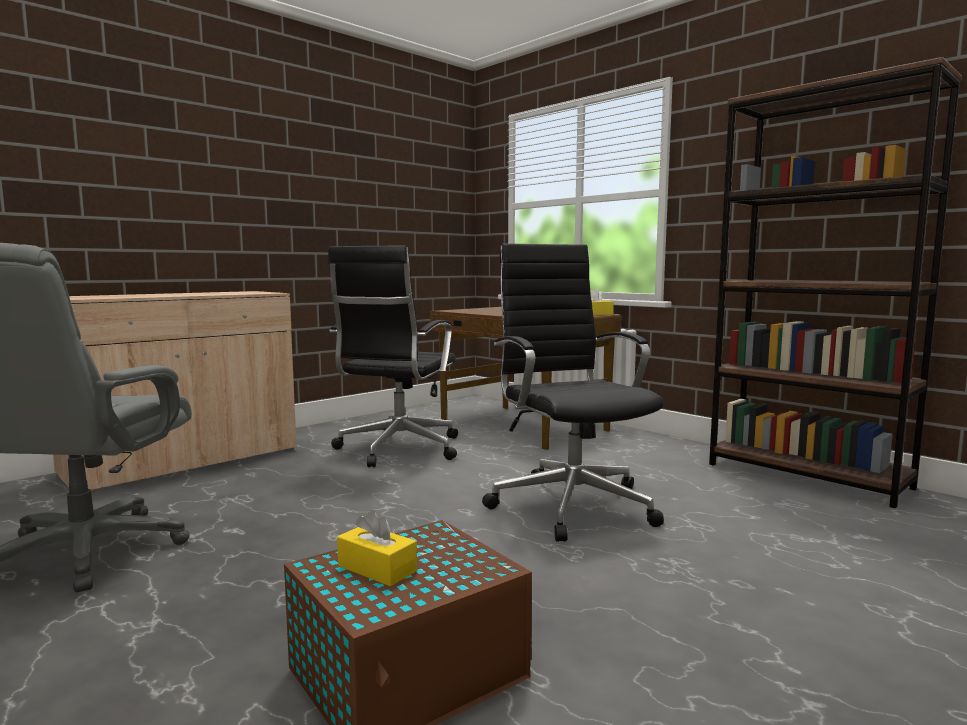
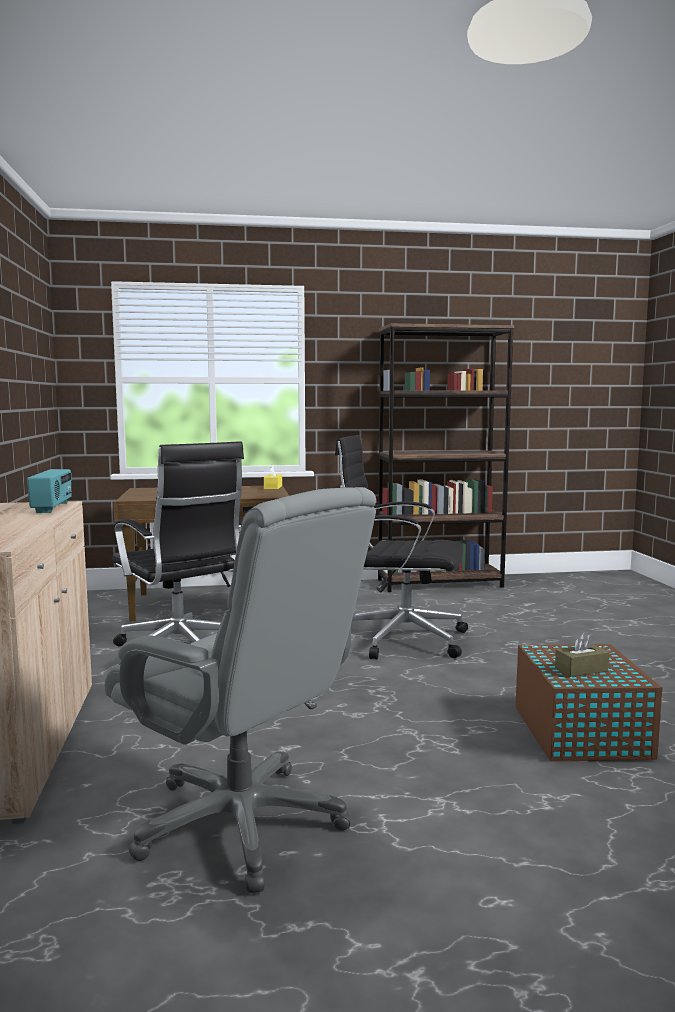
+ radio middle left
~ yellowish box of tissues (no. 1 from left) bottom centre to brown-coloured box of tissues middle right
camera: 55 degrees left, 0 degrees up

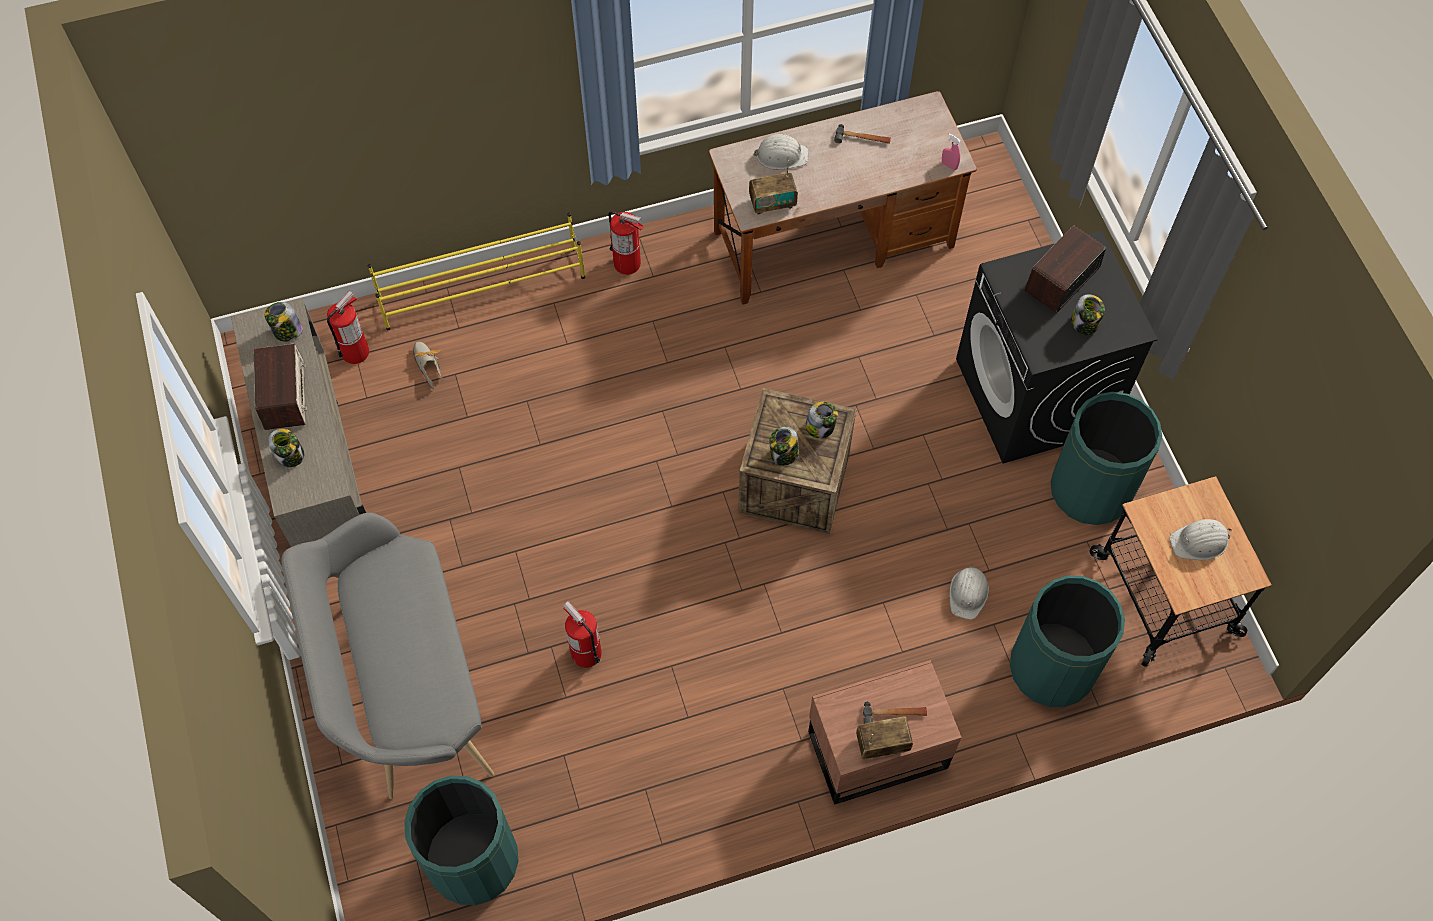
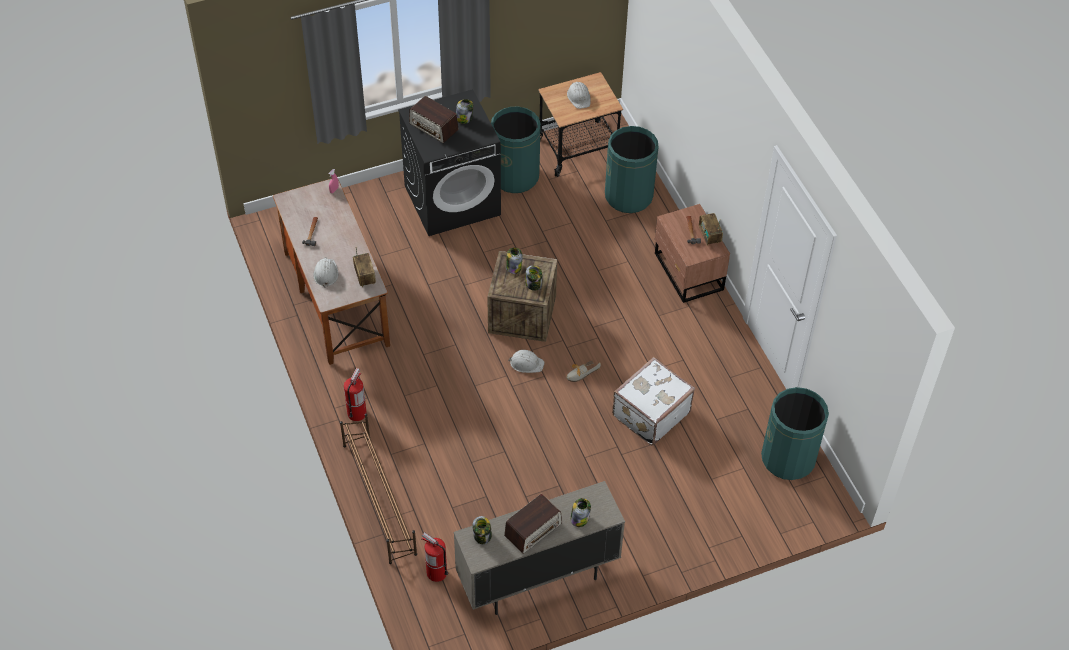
~ yellowish shoe stand top left to brown-coloured shoe stand bottom centre
~ radio (no. 1 from left in the first image) middle left = bottom centre 150 degrees clockwise
~ white work helmet (no. 2 from left) middle right to centre
~ shoe middle left to centre
~ fire-fighting cylinder (no. 2 from left) bottom centre to white travel case centre
- grey bench bottom left
camera: 95 degrees left, 10 degrees down

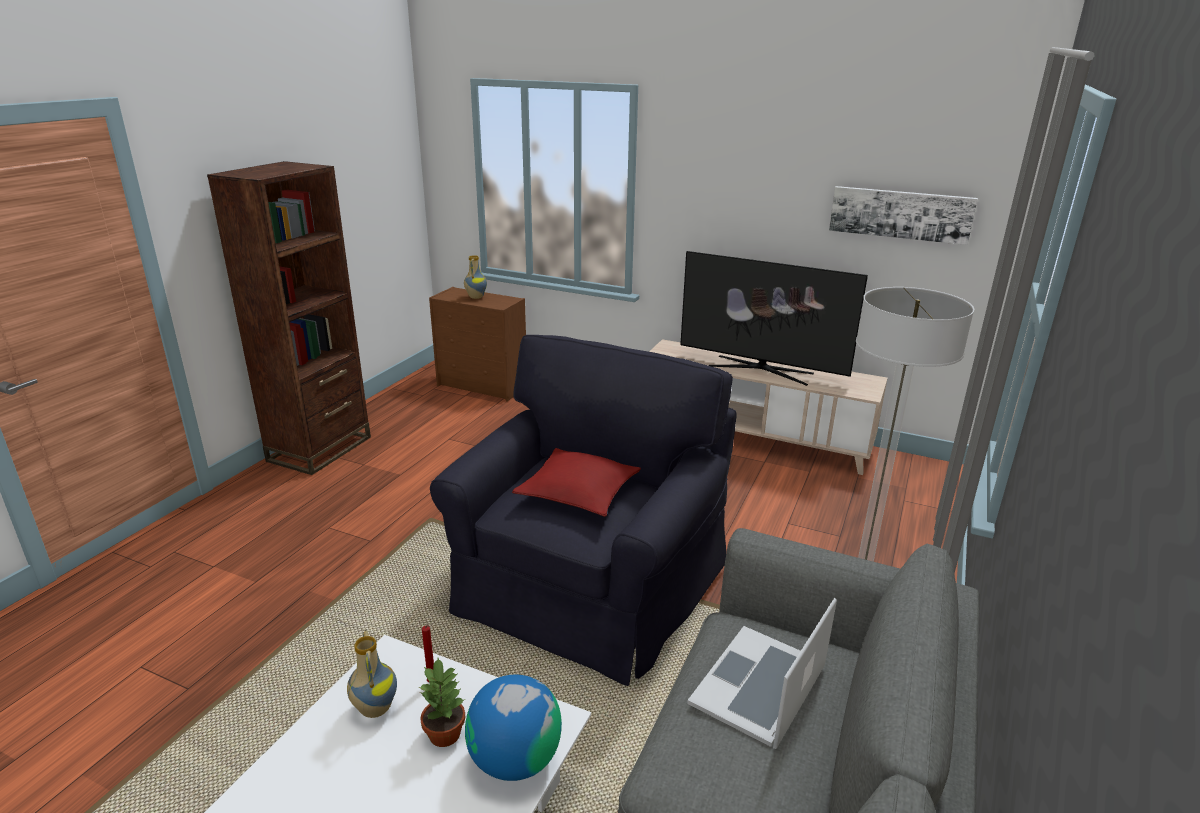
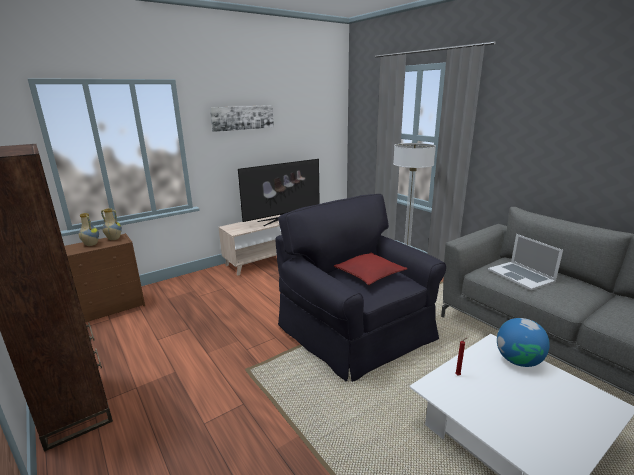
~ decorative vase (no. 1 from left in the first image) bottom left to decorative vase (no. 2 from left) middle left
~ wall art top right to top centre
- potted plant bottom centre
camera: 60 degrees left, 5 degrees down

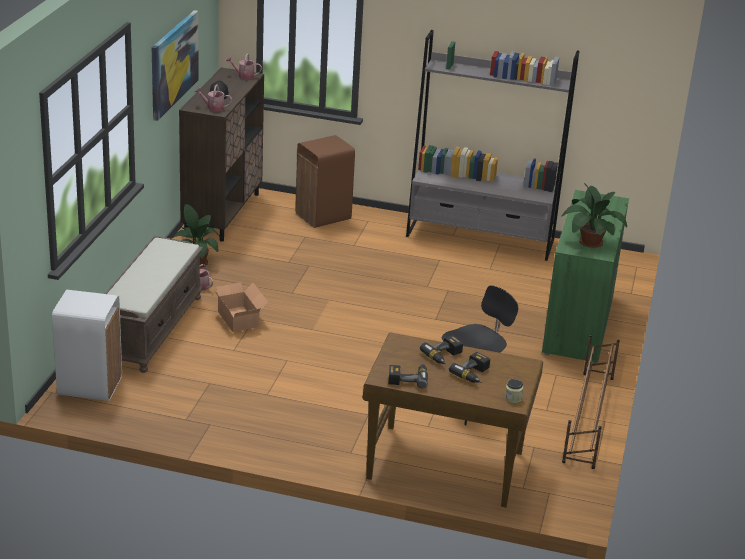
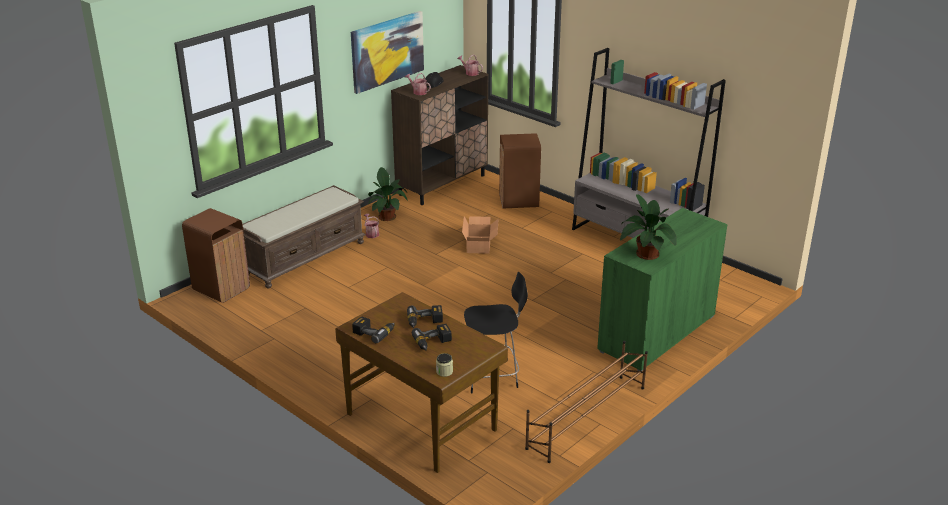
~ white rubbish bin middle left to brown-coloured rubbish bin (no. 1 from left) middle left
~ cardboard box middle left to centre
camera: 30 degrees right, 0 degrees up

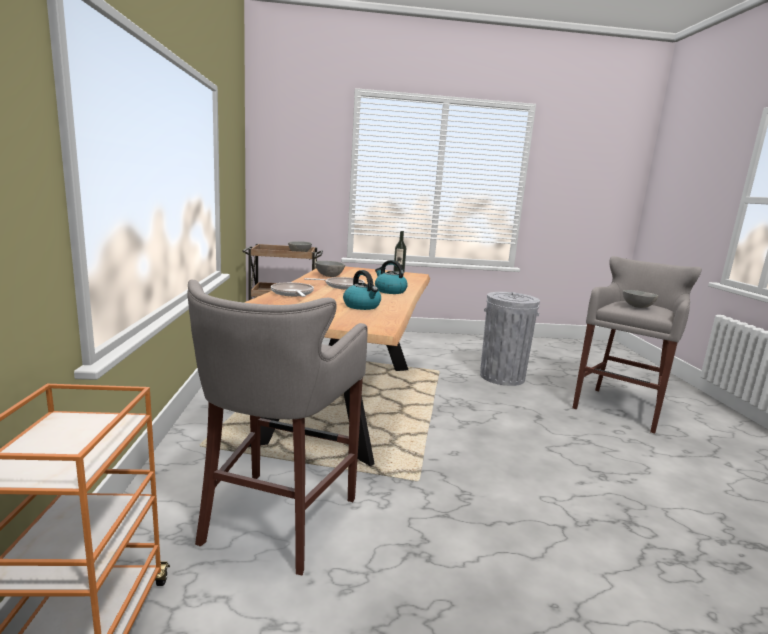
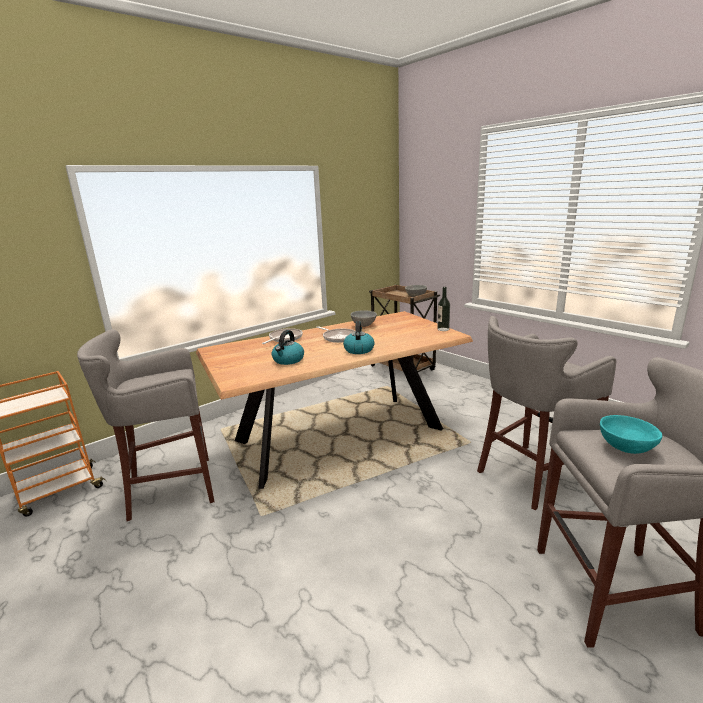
~ grey rubbish bin centre to grey sitting stool (no. 2 from left) middle right
~ grey bowl (no. 3 from left) middle right to turquoise bowl middle right
camera: 55 degrees right, 5 degrees up

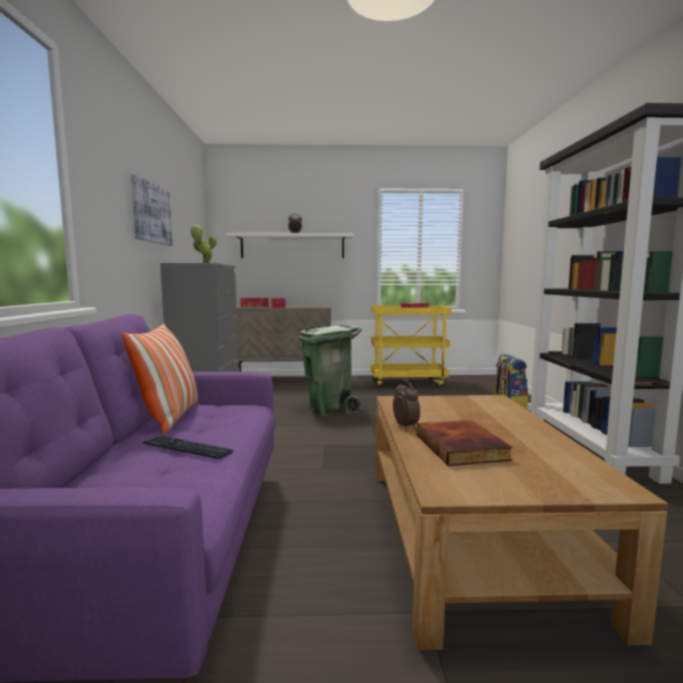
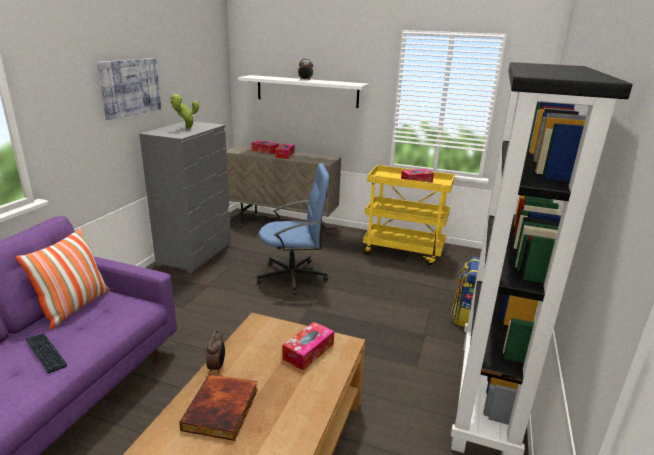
~ green-coloured rubbish bin centre to bluish desk chair centre
+ box of tissues (no. 3 from left) bottom centre
camera: 20 degrees right, 15 degrees up

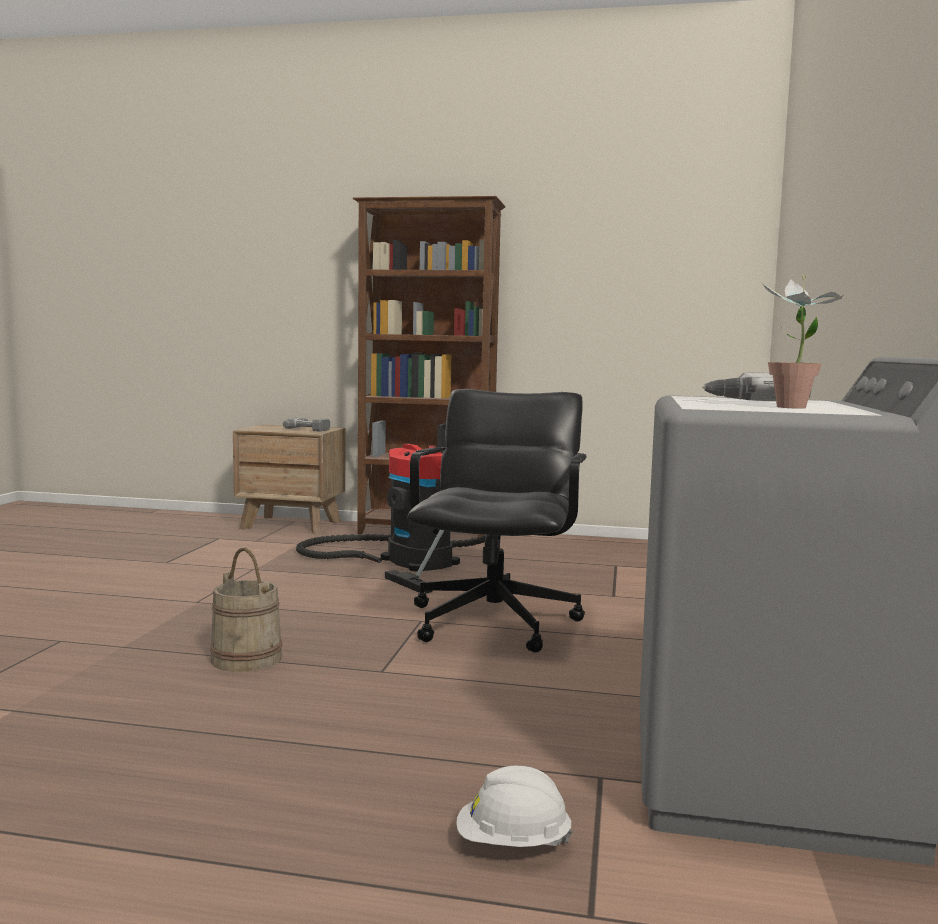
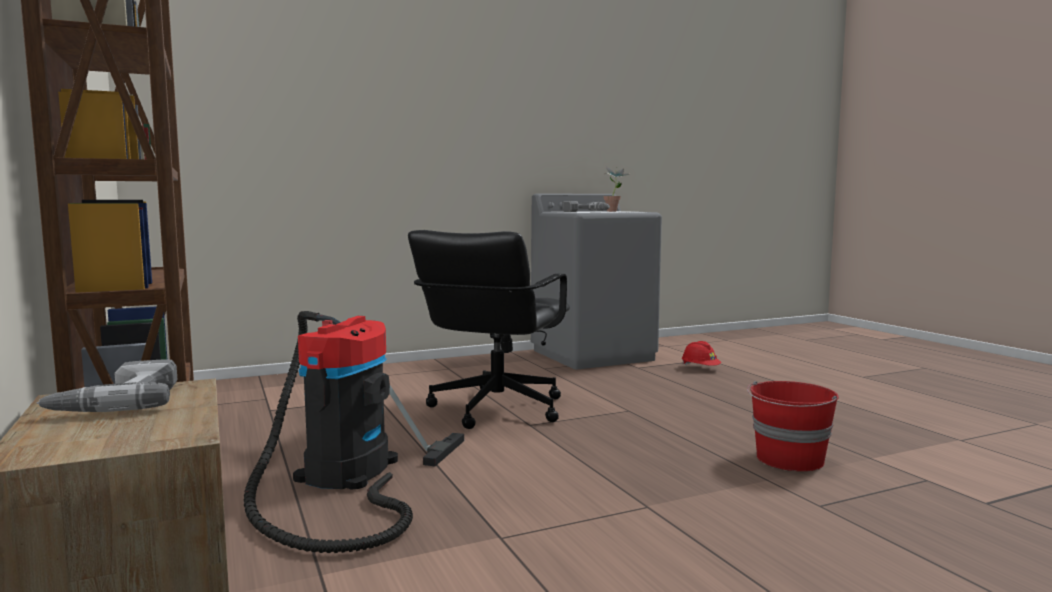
~ black-coloured desk chair centre = centre 45 degrees counterclockwise
~ white work helmet bottom centre to reddish work helmet centre
+ reddish water bucket bottom right
- sand-coloured water bucket middle left
camera: 125 degrees left, 0 degrees up

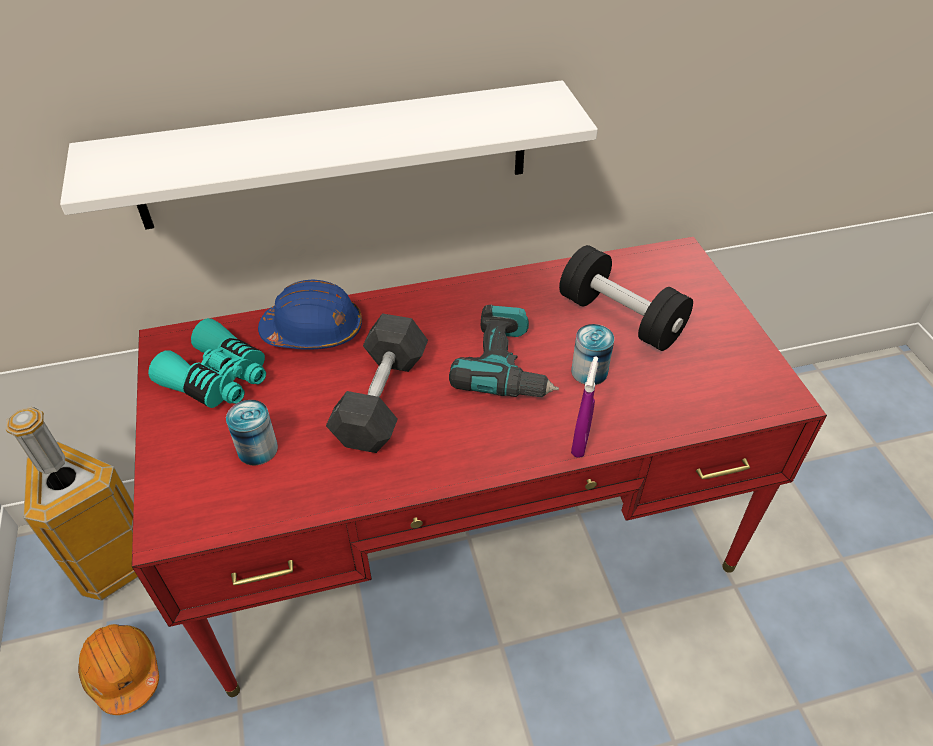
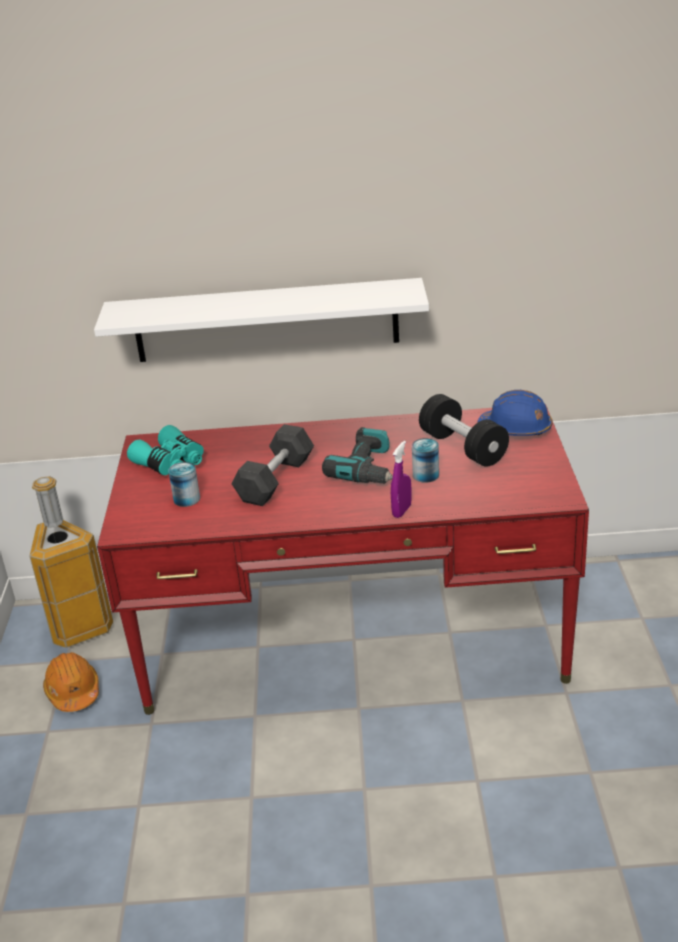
~ bluish work helmet middle left to middle right
camera: 15 degrees right, 15 degrees down

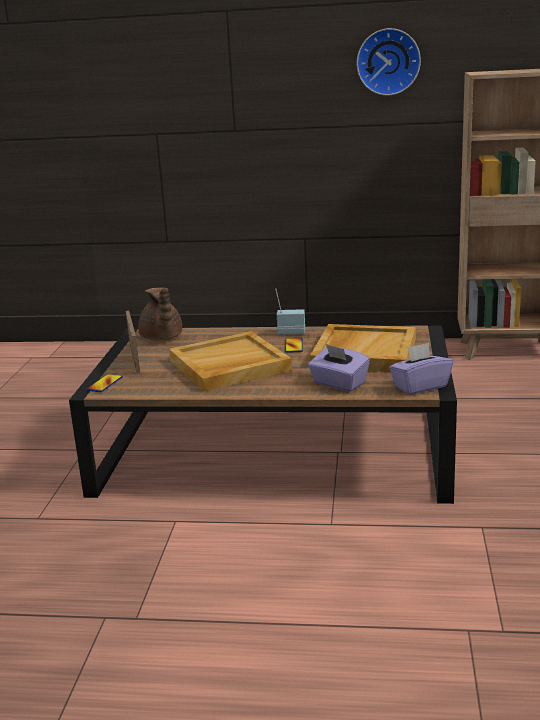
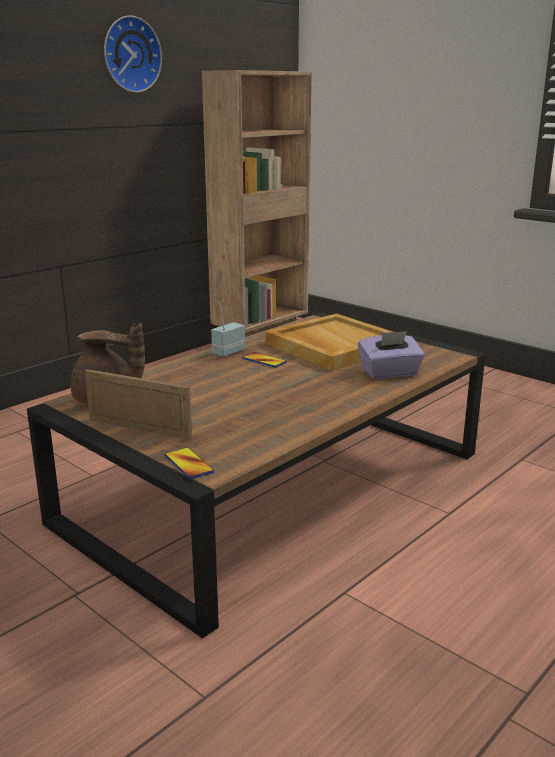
- sand-coloured serving tray (no. 1 from left) centre
- purple-coloured box of tissues (no. 2 from left) middle right
camera: 55 degrees left, 0 degrees up

